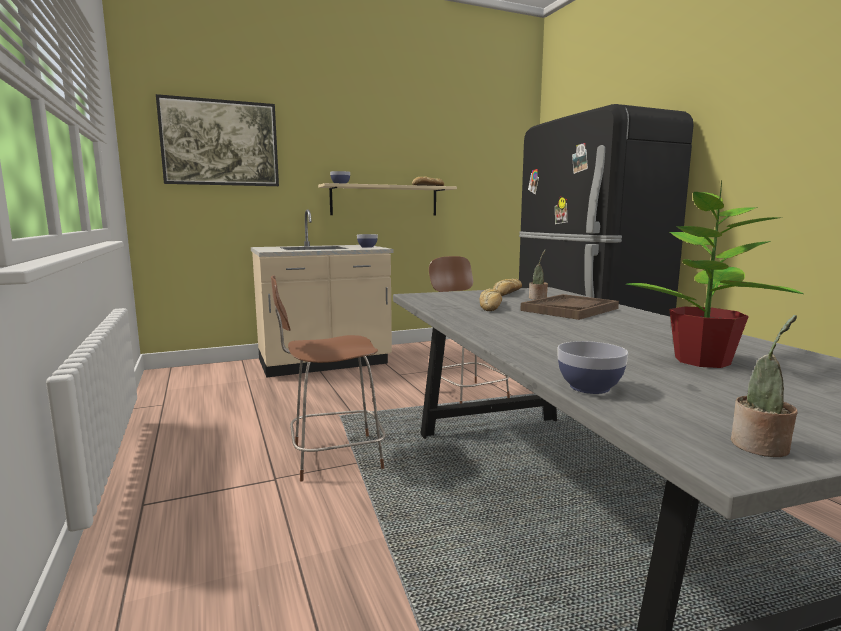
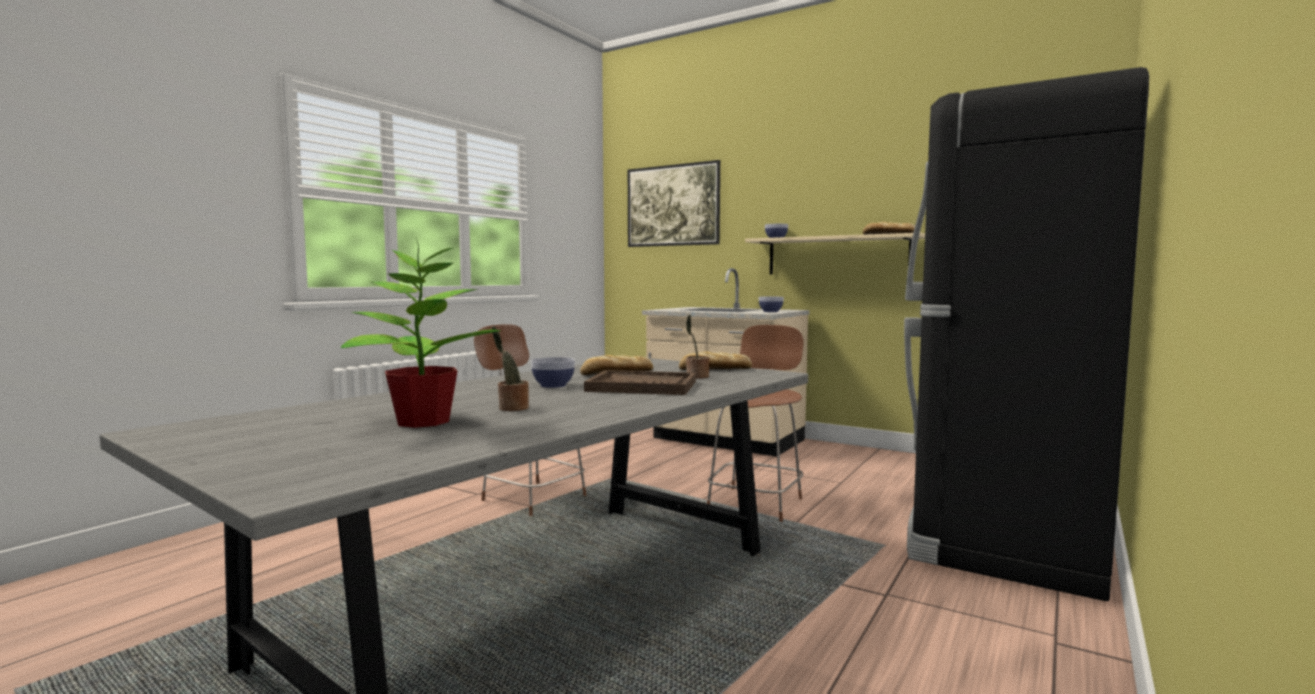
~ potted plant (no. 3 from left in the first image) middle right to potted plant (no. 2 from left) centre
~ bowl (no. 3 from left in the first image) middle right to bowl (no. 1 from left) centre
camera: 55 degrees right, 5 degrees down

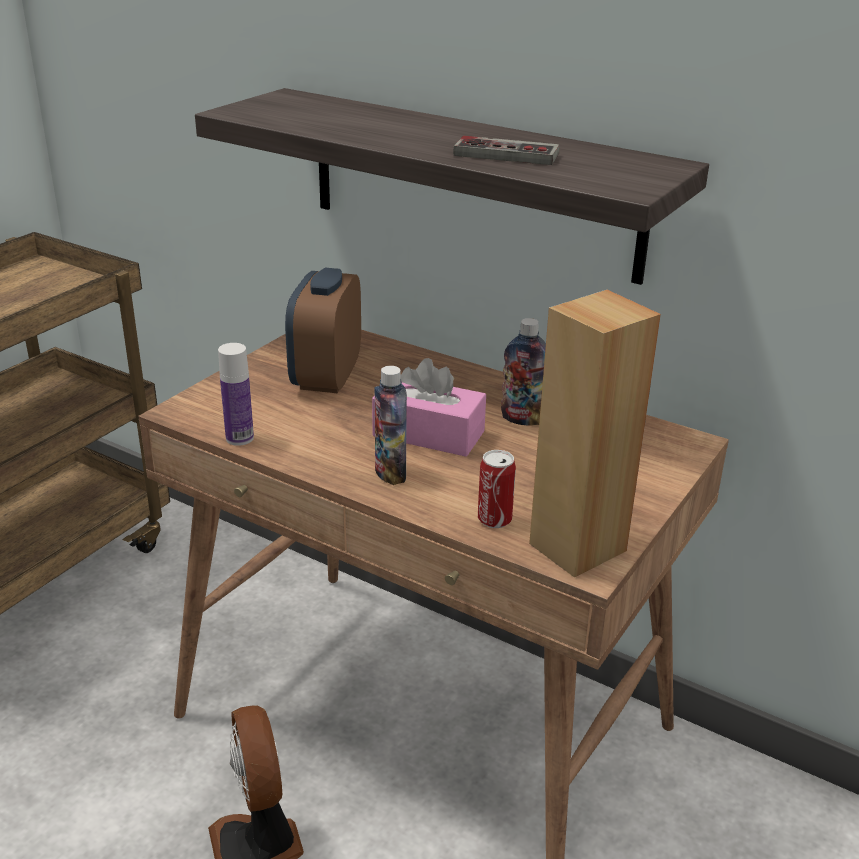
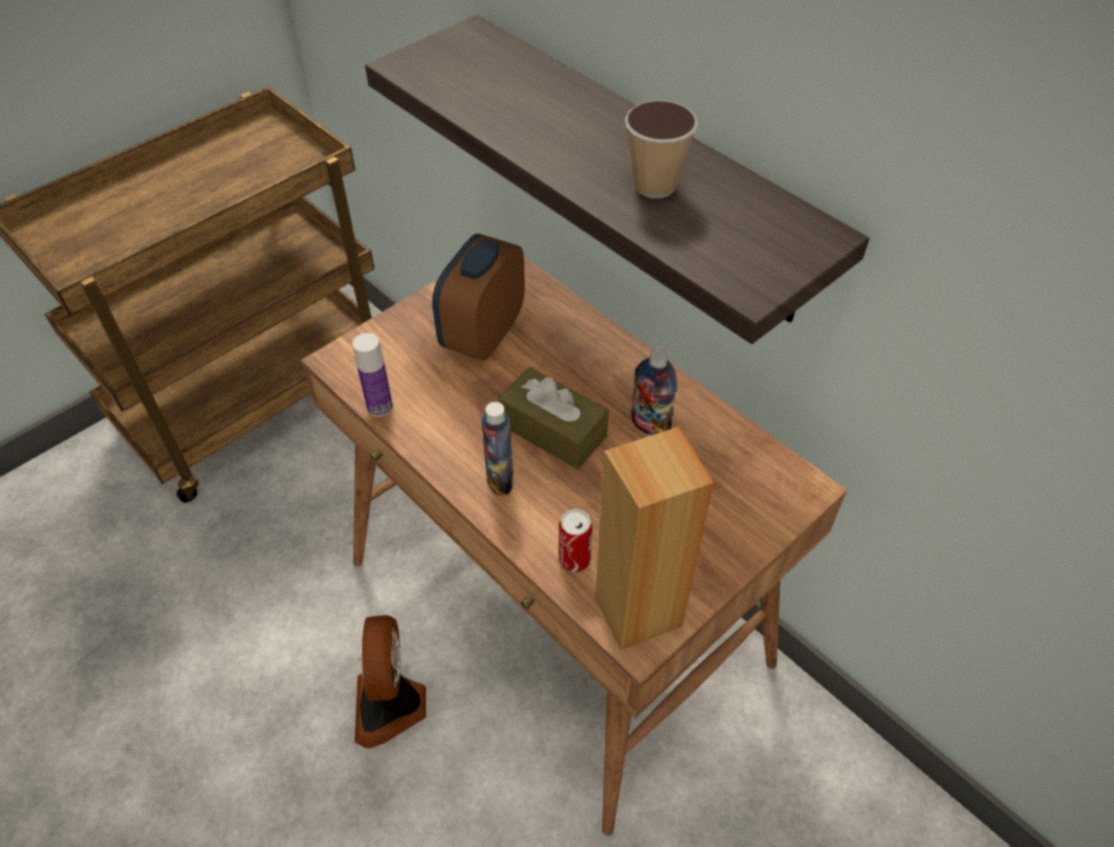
~ pink box of tissues centre to brown-coloured box of tissues centre
~ game controller top centre to small cup top centre
camera: 15 degrees right, 20 degrees up

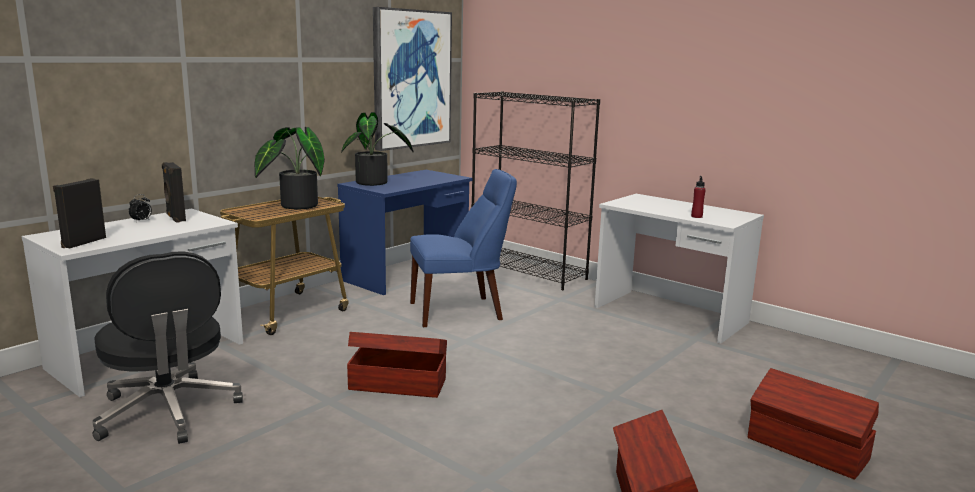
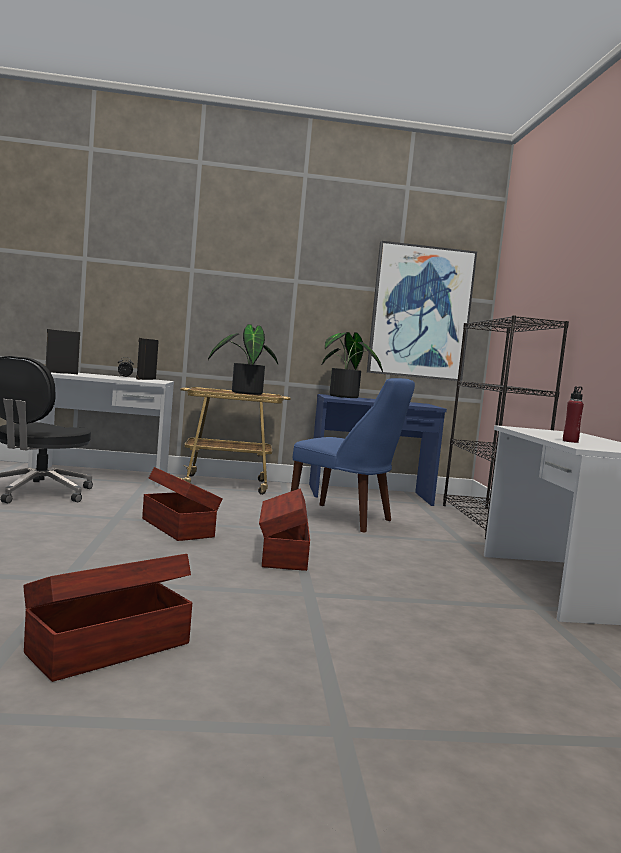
~ brown-coloured storage bin (no. 3 from left) bottom right to centre
camera: 45 degrees right, 10 degrees down

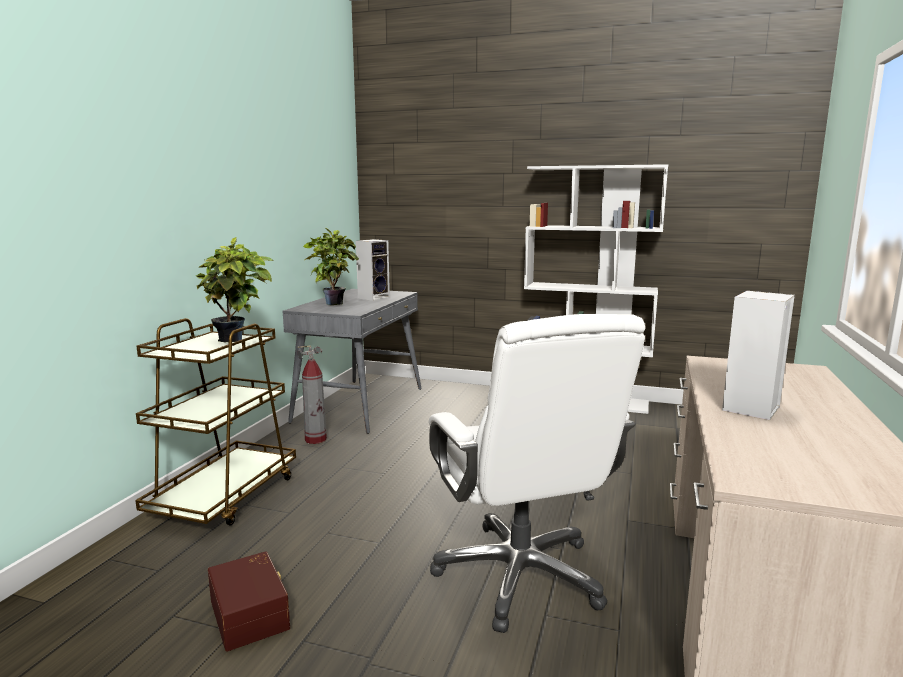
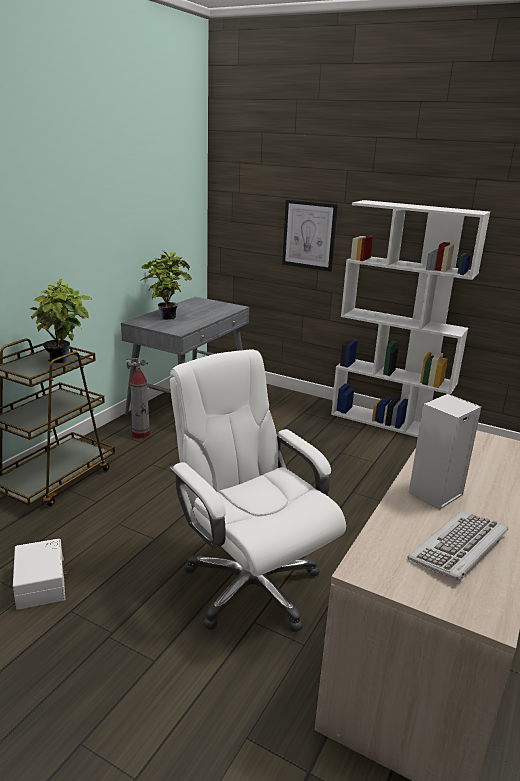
~ brown-coloured storage bin bottom left to white storage bin bottom left
~ white desk chair bottom centre = centre 150 degrees clockwise
+ wall art top centre
+ keyboard bottom right
- audio speaker (no. 1 from left) centre
camera: 10 degrees right, 10 degrees up

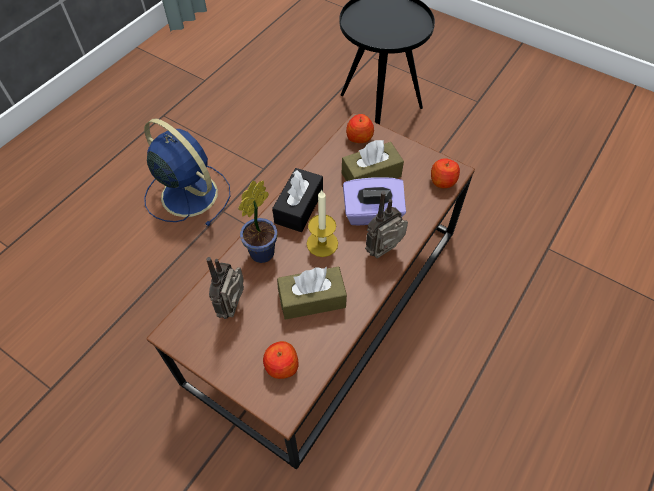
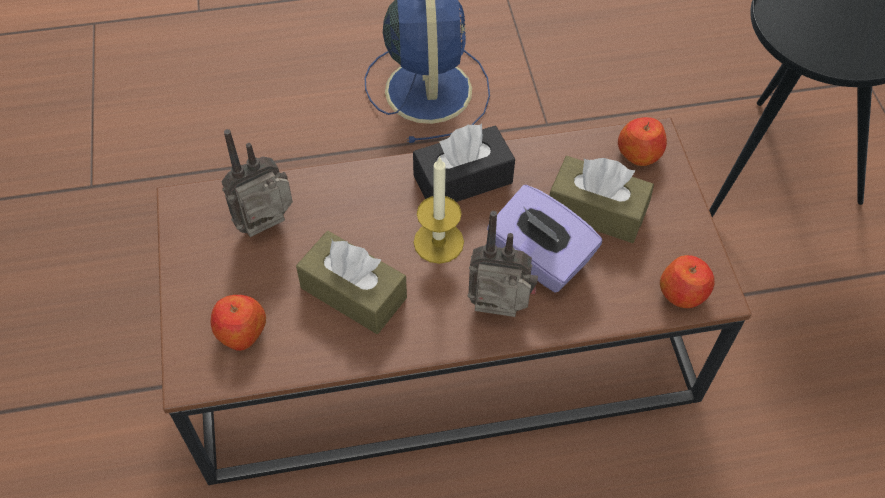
- potted plant centre
camera: 45 degrees right, 0 degrees up

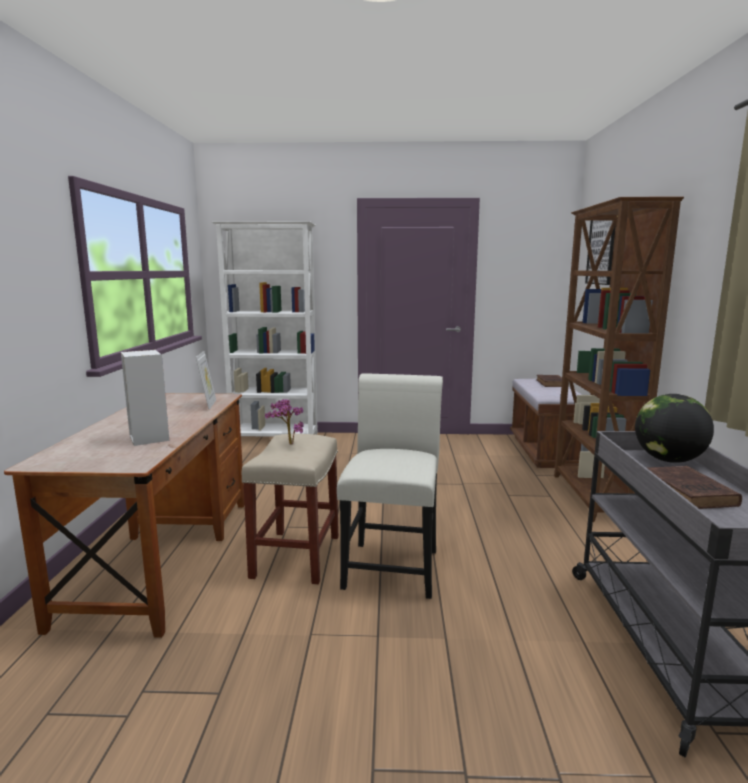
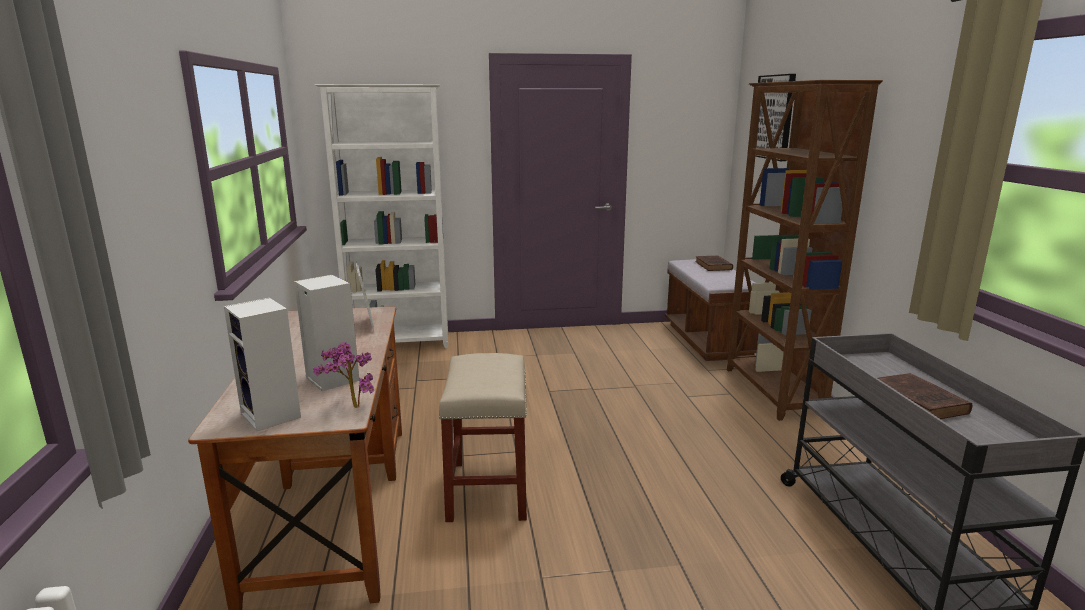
+ audio speaker (no. 1 from left) middle left
~ potted plant centre to middle left
- white plain chair centre
- world globe middle right
camera: 10 degrees left, 5 degrees up

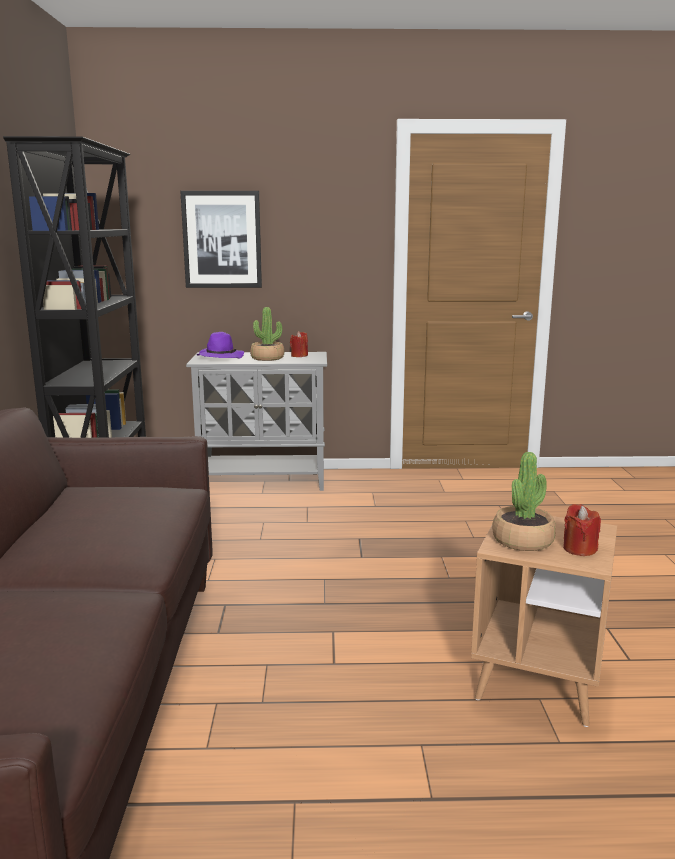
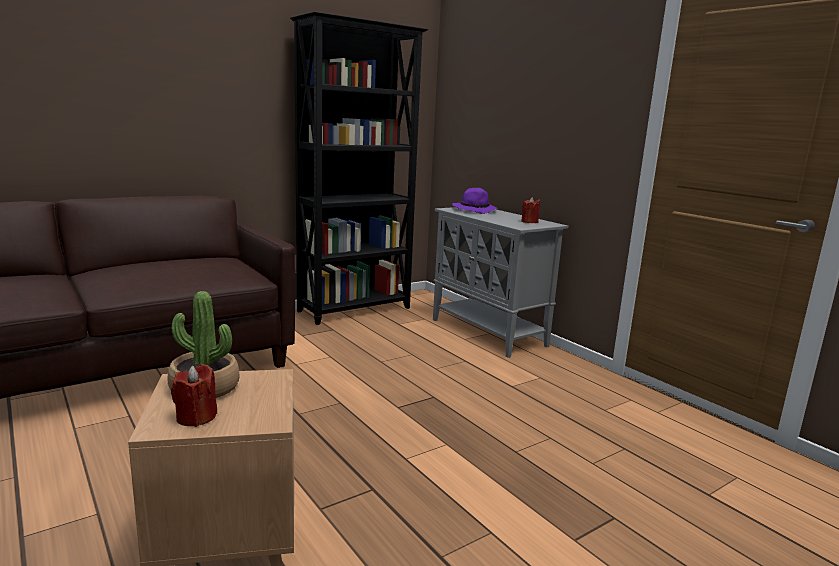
- wall art top left
- potted plant (no. 1 from left) centre
camera: 55 degrees right, 0 degrees up

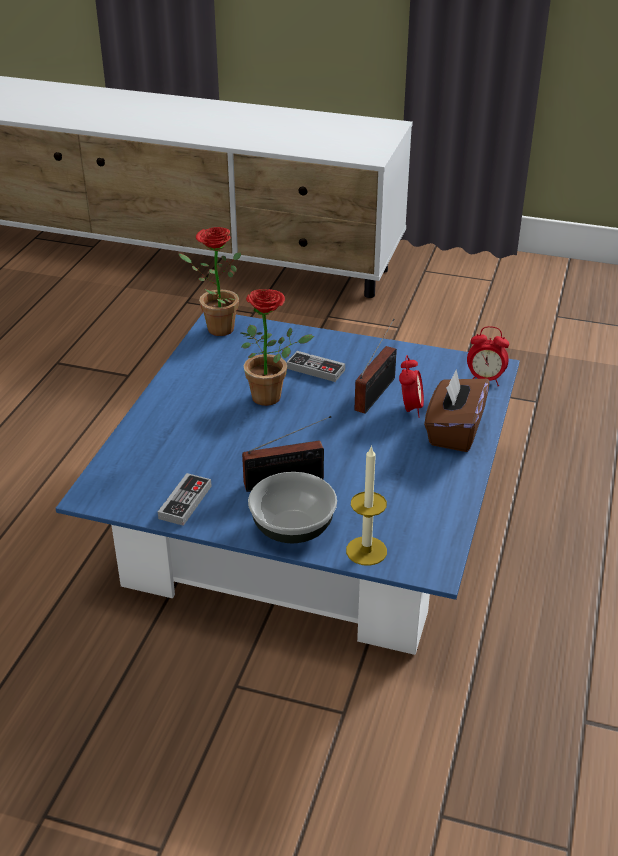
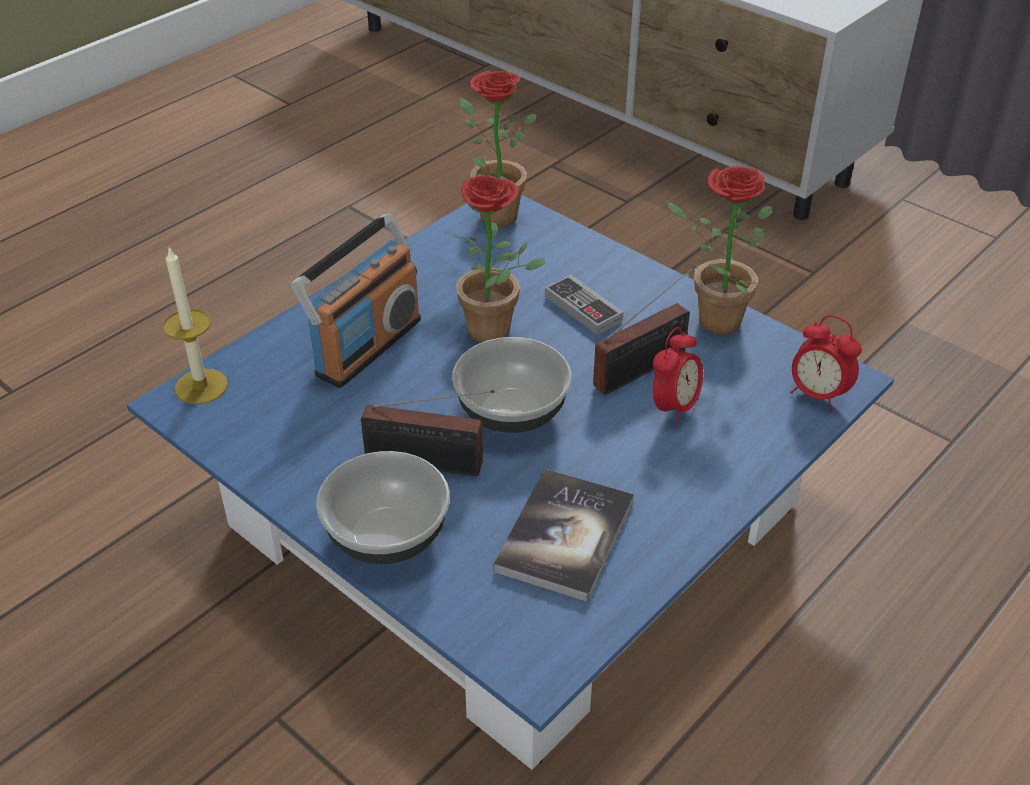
~ wax light centre to middle left
+ radio (no. 1 from left) centre
+ bowl (no. 2 from left) centre
+ book bottom centre
+ potted plant (no. 3 from left) top right
- game controller (no. 1 from left) middle left
- brown-coloured box of tissues middle right
camera: 25 degrees right, 5 degrees up

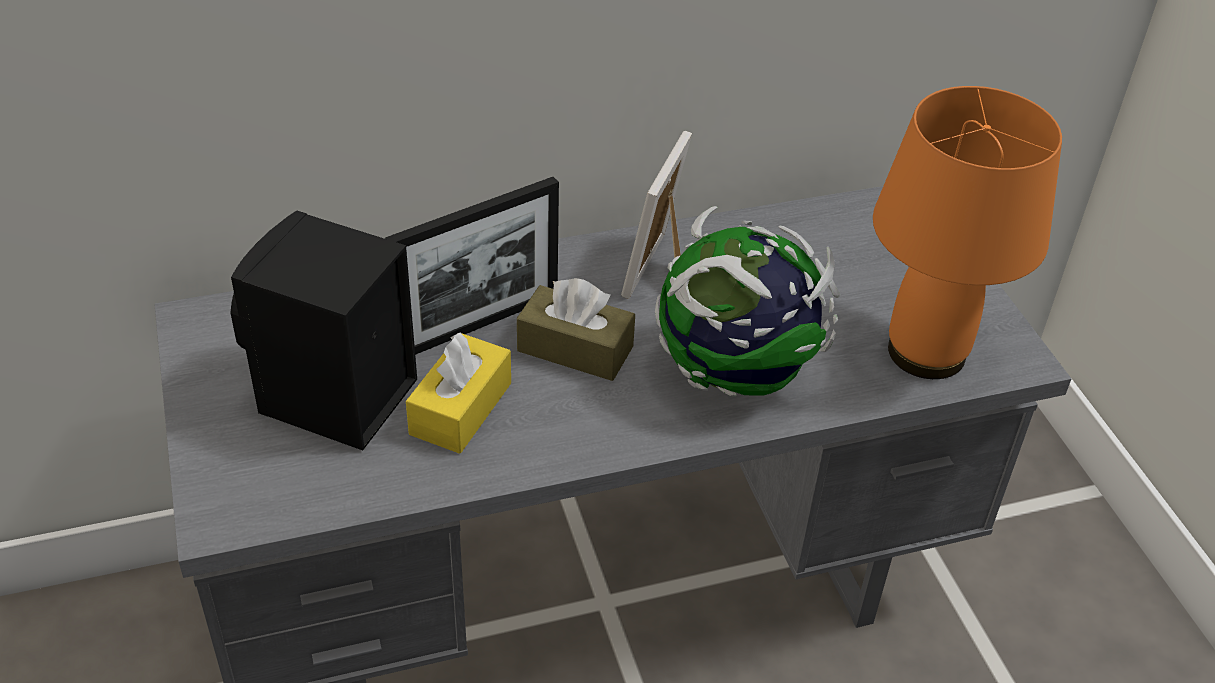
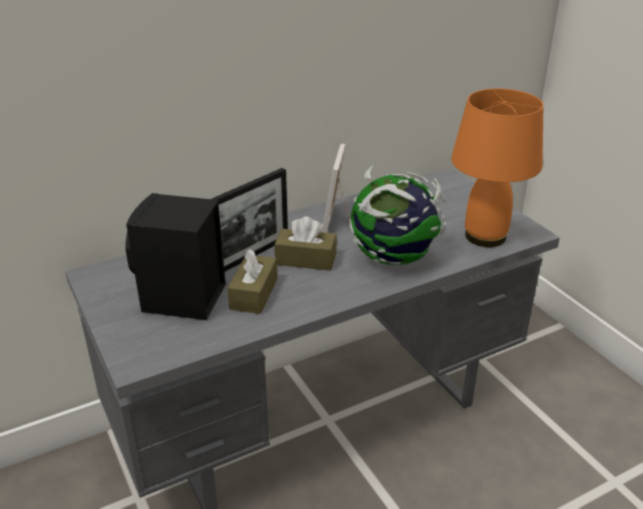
~ yellowish box of tissues centre to brown-coloured box of tissues (no. 1 from left) centre
camera: 10 degrees left, 10 degrees down

